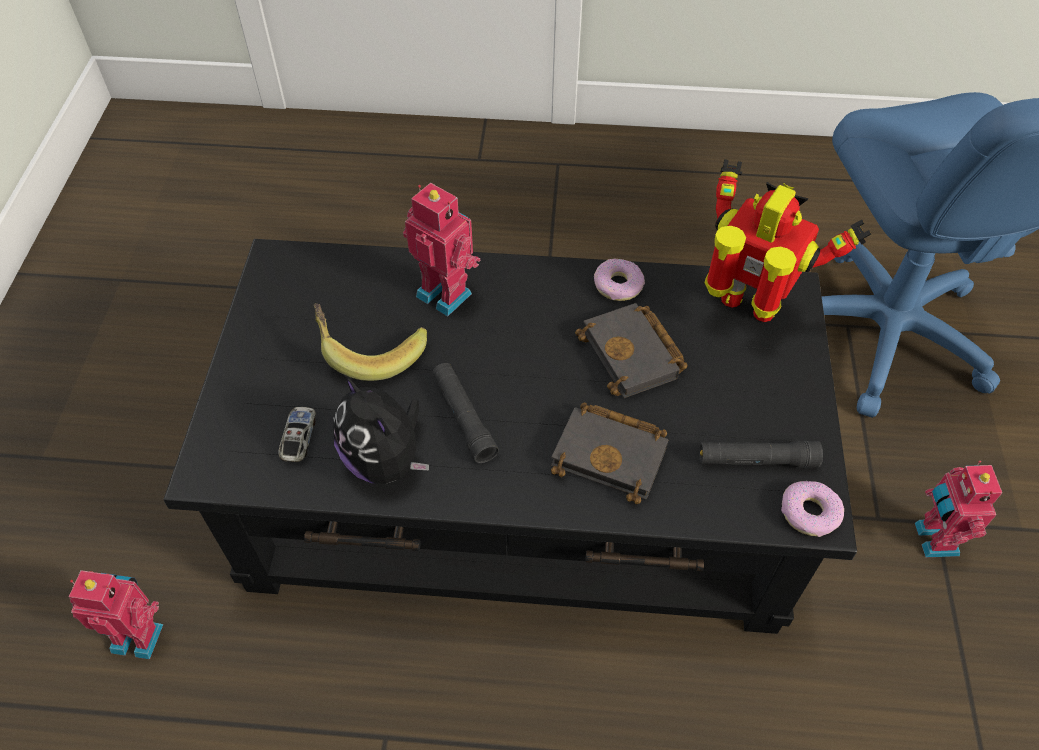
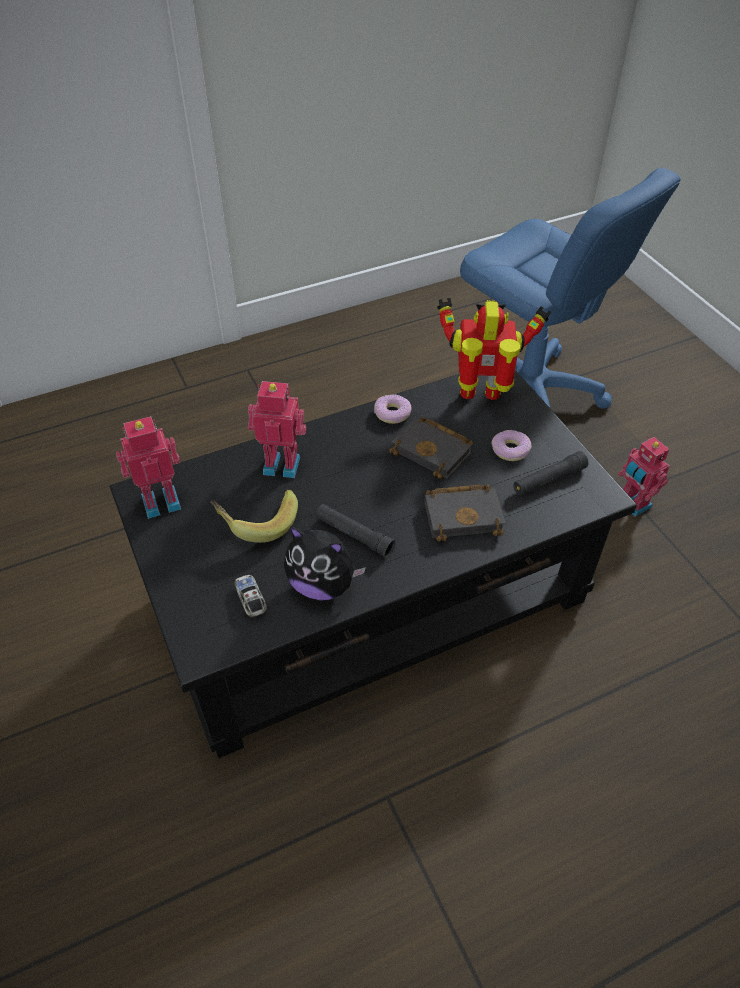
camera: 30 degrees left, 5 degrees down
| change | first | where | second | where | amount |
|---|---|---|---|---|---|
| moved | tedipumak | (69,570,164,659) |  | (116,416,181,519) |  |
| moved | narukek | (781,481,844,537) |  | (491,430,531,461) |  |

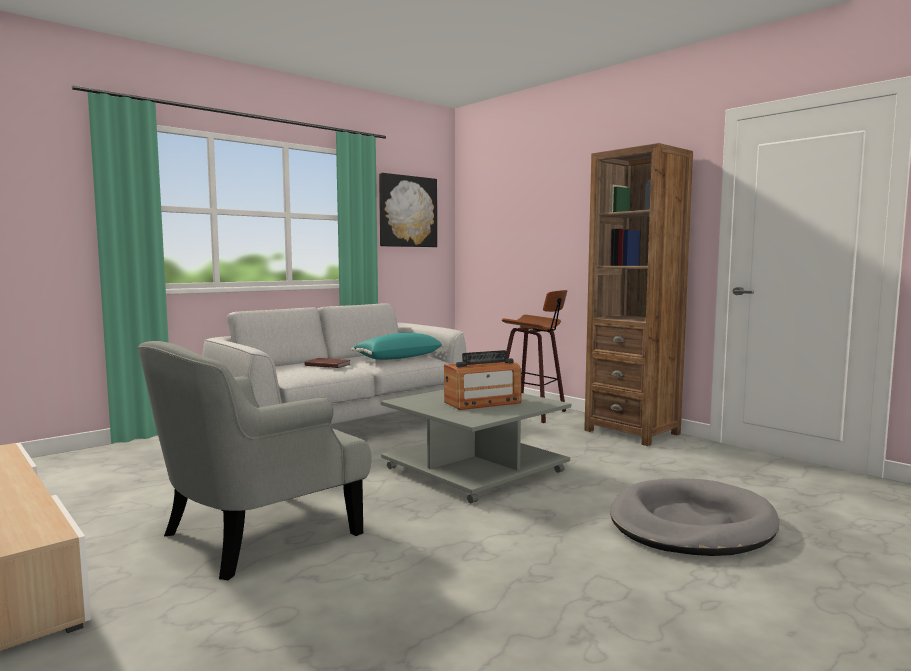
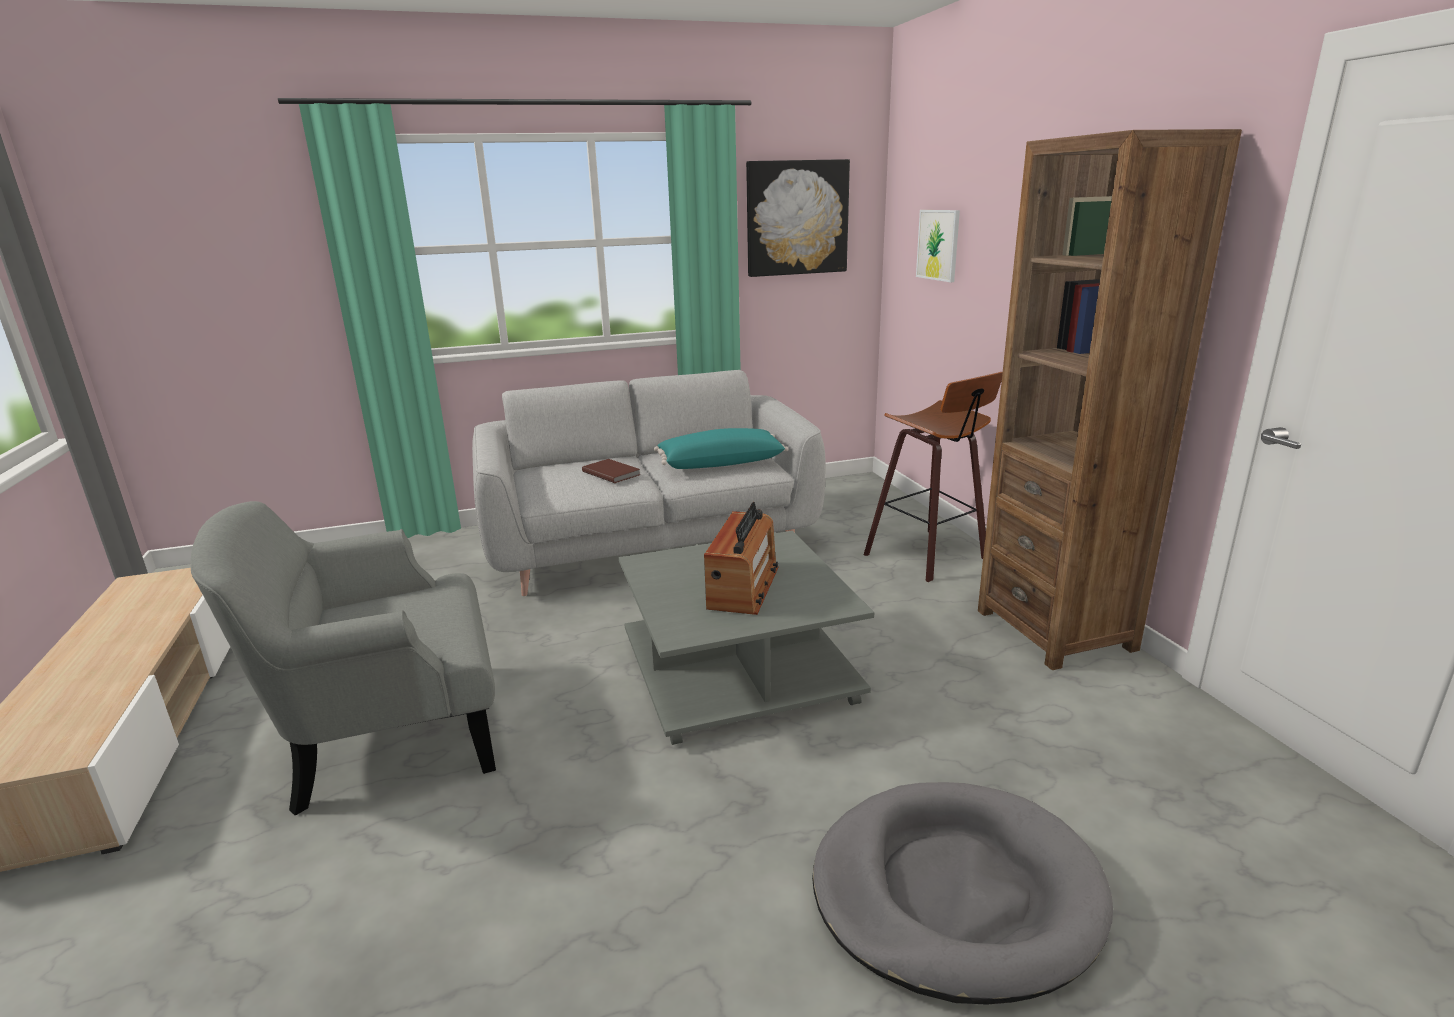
camera: 25 degrees right, 15 degrees up
| change | first | where | second | where | amount |
|---|---|---|---|---|---|
| turned | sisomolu | (444,350,522,410) |  | (704,502,779,615) | 75 degrees counterclockwise |
| added |  |  | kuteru | (916,210,960,282) |  |

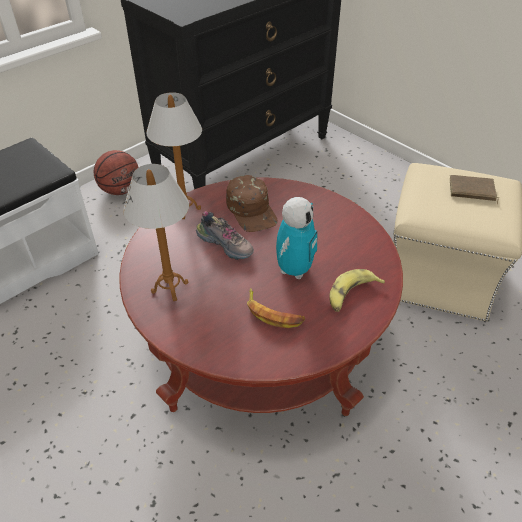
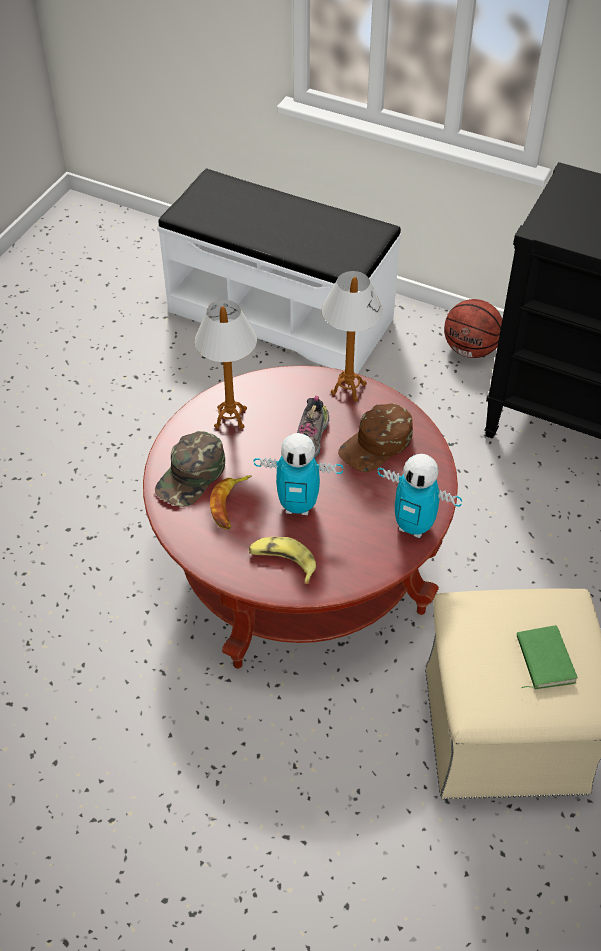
camera: 70 degrees right, 5 degrees up
| change | first | where | second | where | amount |
|---|---|---|---|---|---|
| added |  |  | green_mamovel | (155,431,225,507) |  |
| added |  |  | tedipumak | (377,454,462,538) |  |
| recoloured | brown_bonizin | (450,175,499,204) | green_bonizin | (517,625,578,689) |  |

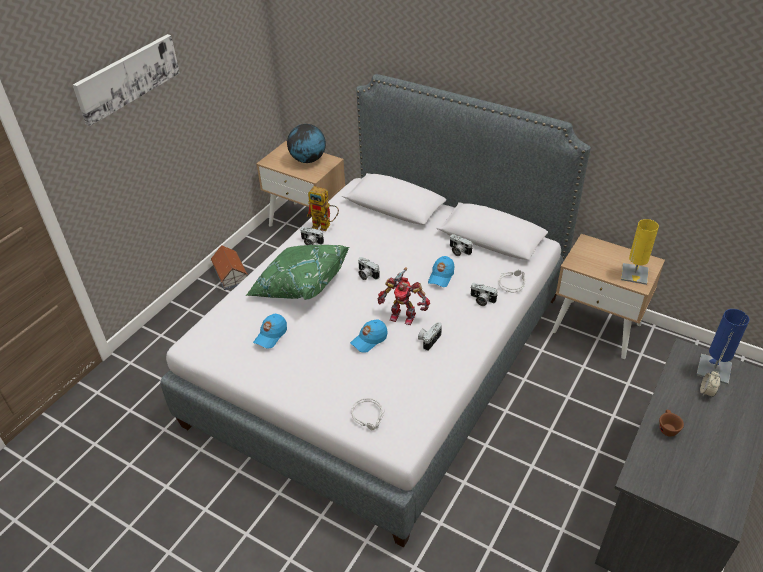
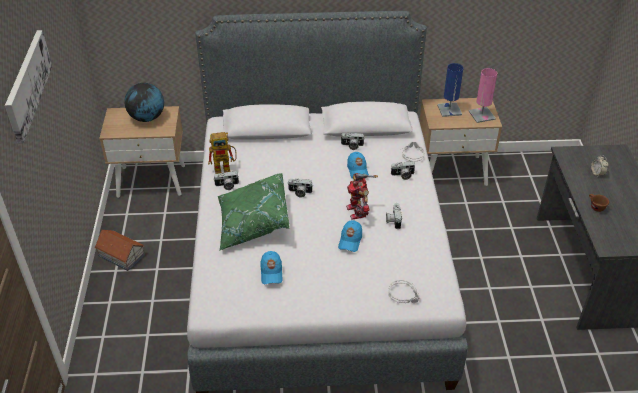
camera: 35 degrees left, 0 degrees up
| change | first | where | second | where | amount |
|---|---|---|---|---|---|
| turned | tedipumak | (378,267,430,325) |  | (346,173,378,220) | 90 degrees clockwise |
| moved | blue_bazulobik | (697,309,749,385) |  | (437,63,463,117) |  |
| recoloured | yellow_bazulobik | (621,219,659,285) | pink_bazulobik | (469,68,497,123) |  |

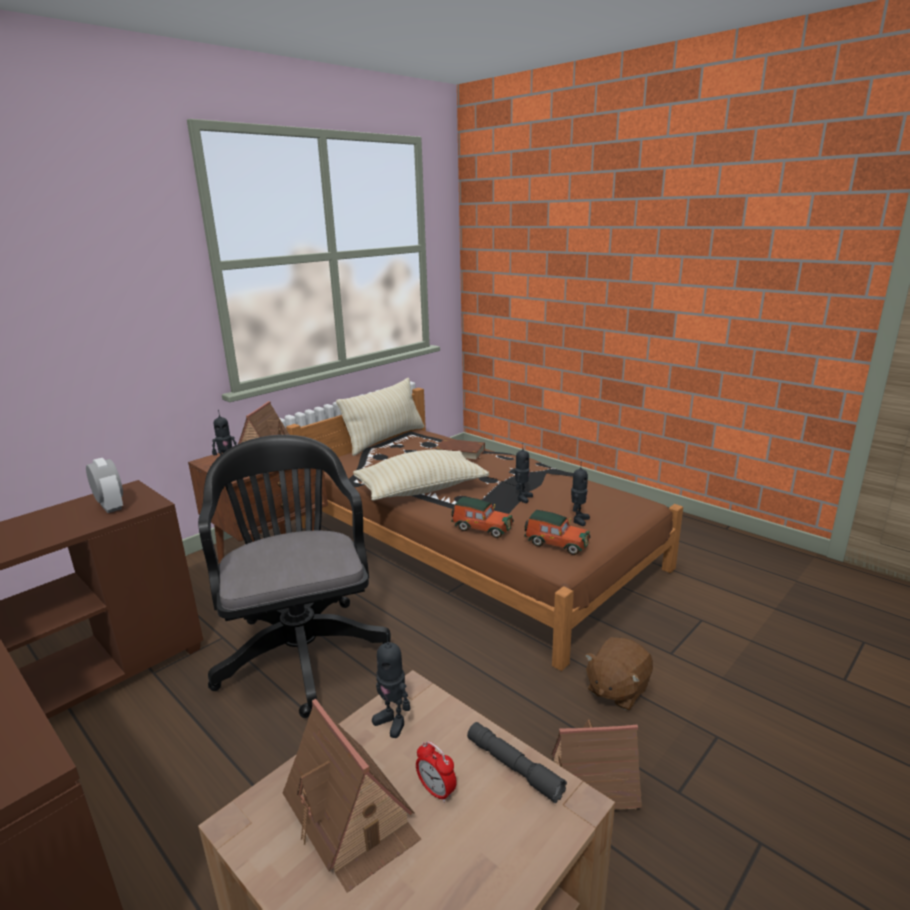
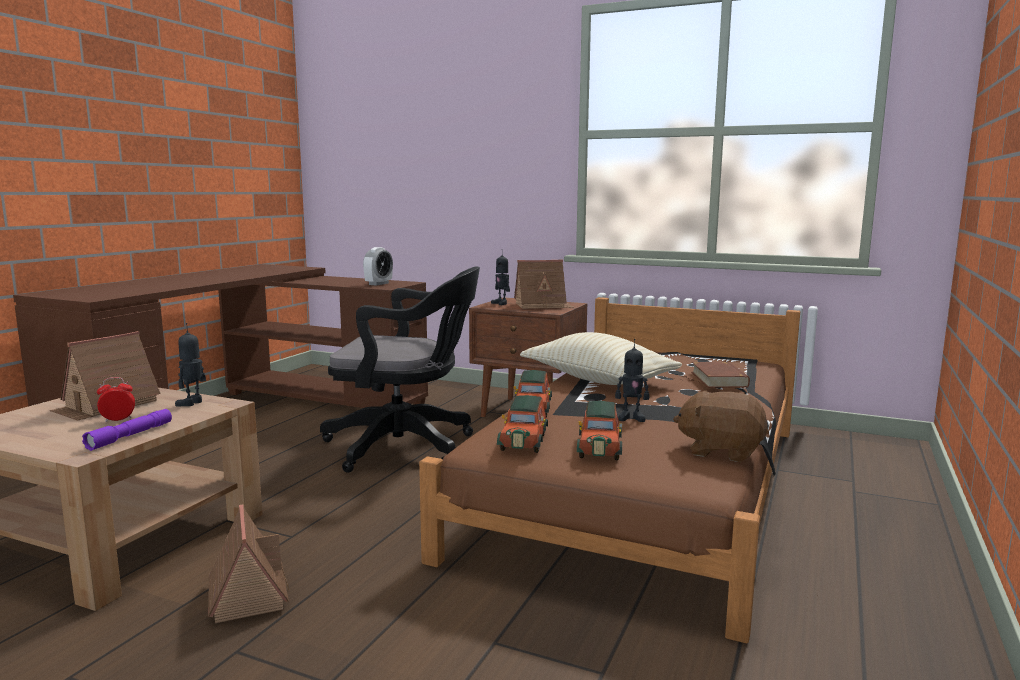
camera: 70 degrees right, 10 degrees down
| change | first | where | second | where | amount |
|---|---|---|---|---|---|
| recoloured | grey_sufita | (467,722,567,803) | purple_sufita | (82,409,172,451) |  |
| turned | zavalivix | (416,741,457,803) |  | (97,377,135,422) | 45 degrees clockwise |
| turned | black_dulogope | (198,435,391,718) |  | (320,267,480,473) | 45 degrees clockwise |
| replaced | tedipumak | (571,467,590,526) | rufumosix | (577,401,623,460) |  |
| moved | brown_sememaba | (585,637,653,710) |  | (673,390,769,462) |  |
| removed | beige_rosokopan | (336,378,424,456) |  |  |  |

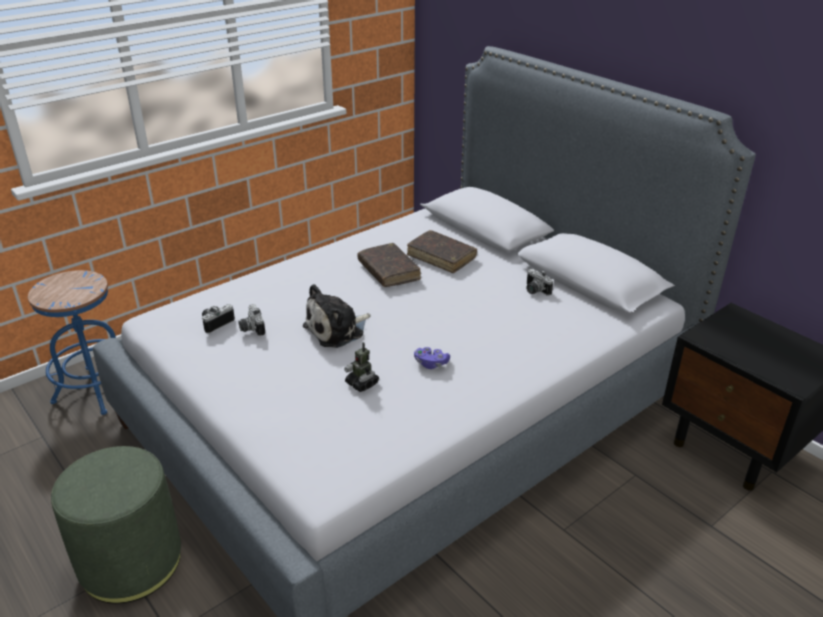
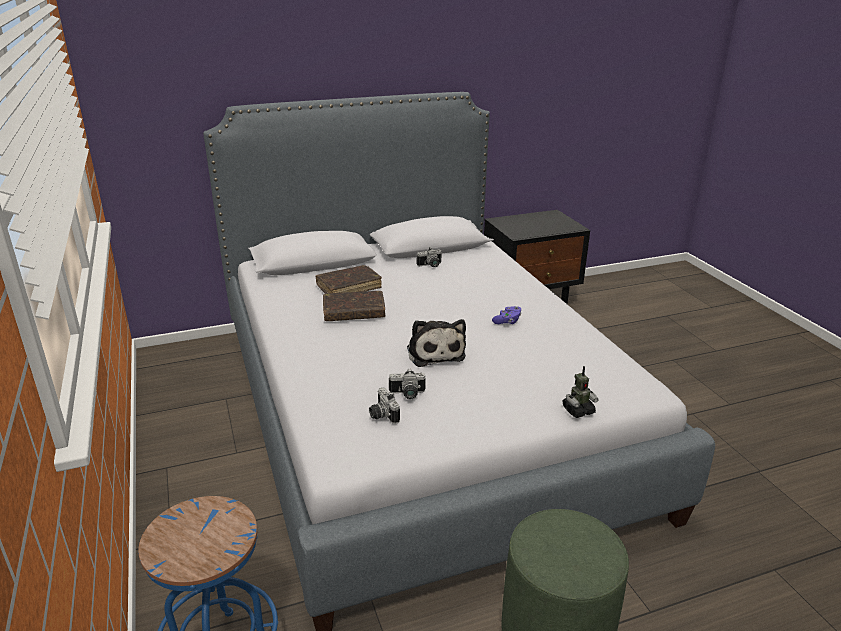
camera: 70 degrees left, 5 degrees down
| change | first | where | second | where | amount |
|---|---|---|---|---|---|
| moved | tedipumak | (344,342,379,392) |  | (563,366,599,418) |  |

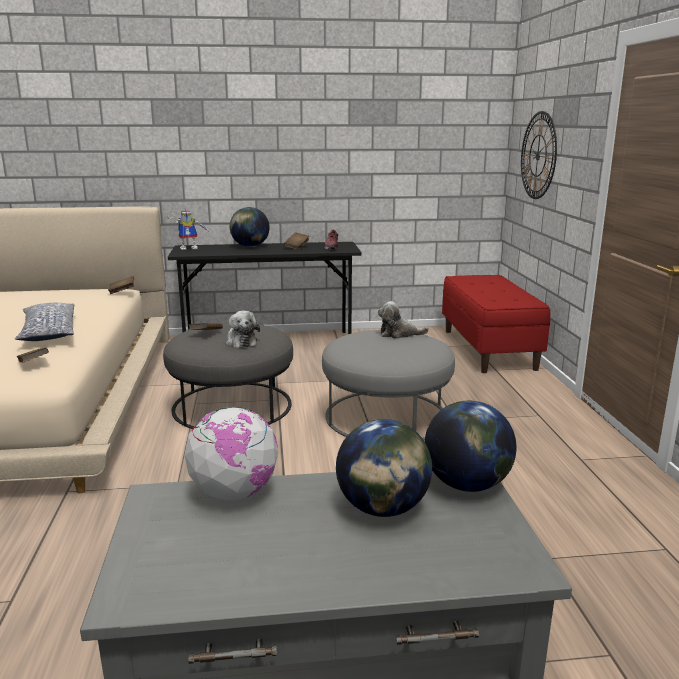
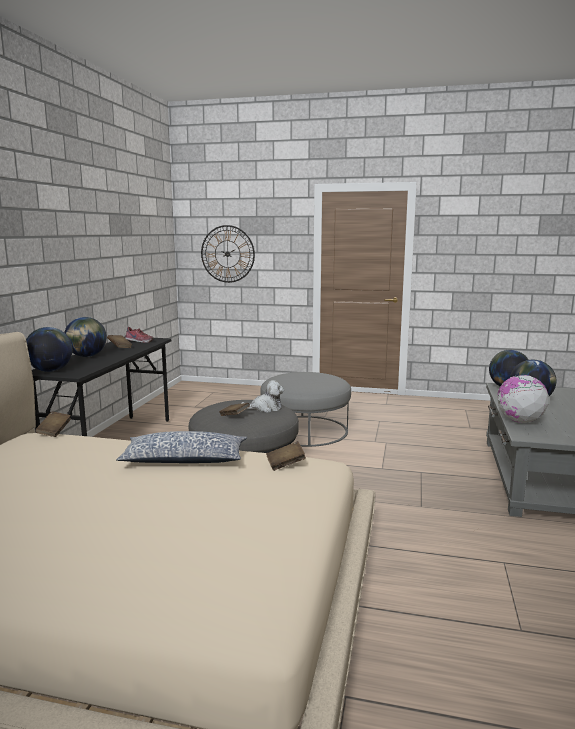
camera: 70 degrees left, 5 degrees down
| change | first | where | second | where | amount |
|---|---|---|---|---|---|
| replaced | tedipumak | (167,209,208,250) | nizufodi | (26,327,73,372) |  |
| removed | sememaba | (378,301,429,339) |  |  |  |
| removed | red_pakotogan | (442,275,550,373) |  |  |  |

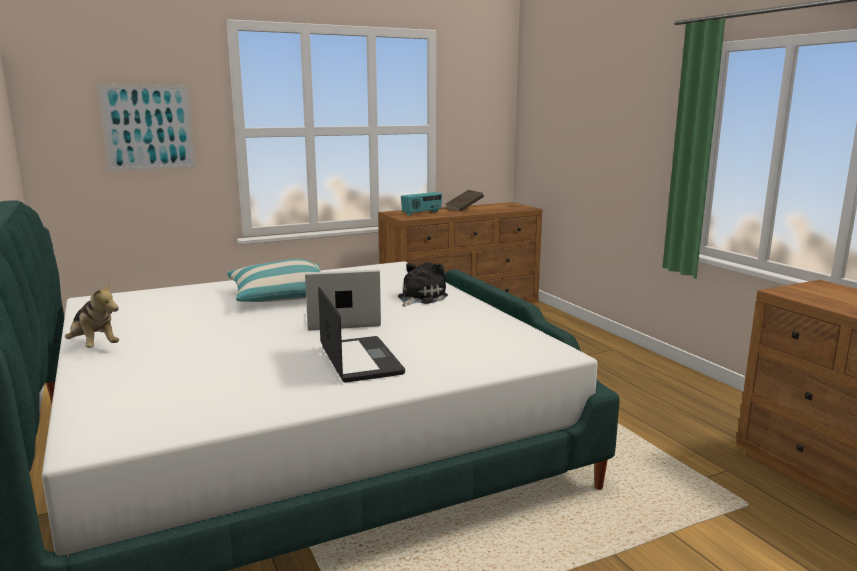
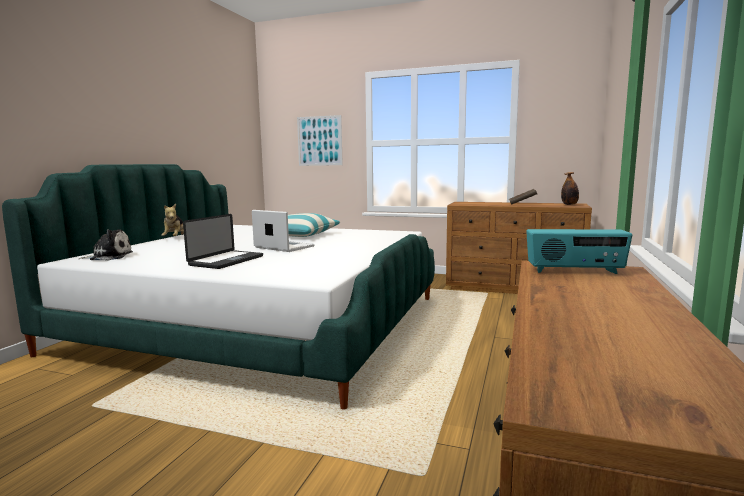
camera: 45 degrees right, 5 degrees down
| change | first | where | second | where | amount |
|---|---|---|---|---|---|
| moved | sememaba | (398,262,448,307) |  | (79,229,133,261) |  |
| moved | sisomolu | (401,192,442,216) |  | (526,229,632,274) |  |
| added |  |  | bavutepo | (561,172,579,205) |  |

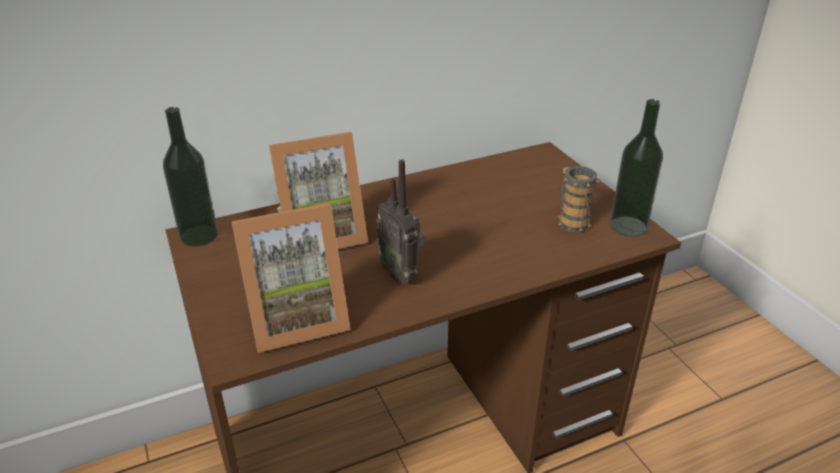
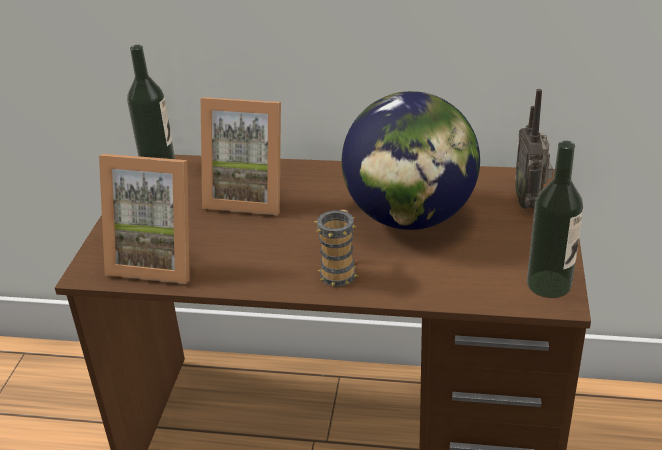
camera: 35 degrees right, 0 degrees up
| change | first | where | second | where | amount |
|---|---|---|---|---|---|
| moved | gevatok | (557,166,599,233) |  | (314,210,358,287) |  |
| added |  |  | nizufodi | (342,91,480,230) |  |
| moved | sisomolu | (376,159,424,283) |  | (515,89,553,209) |  |

